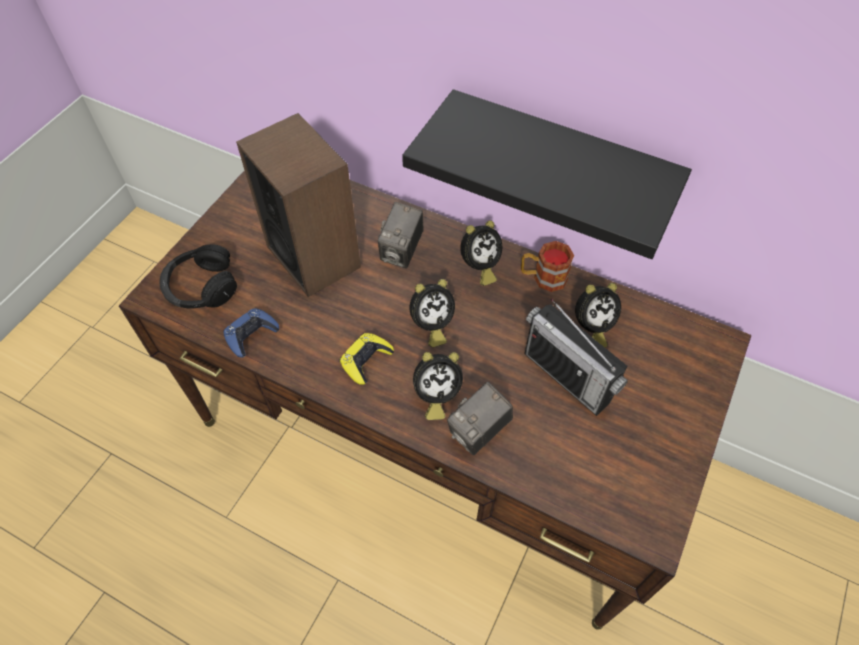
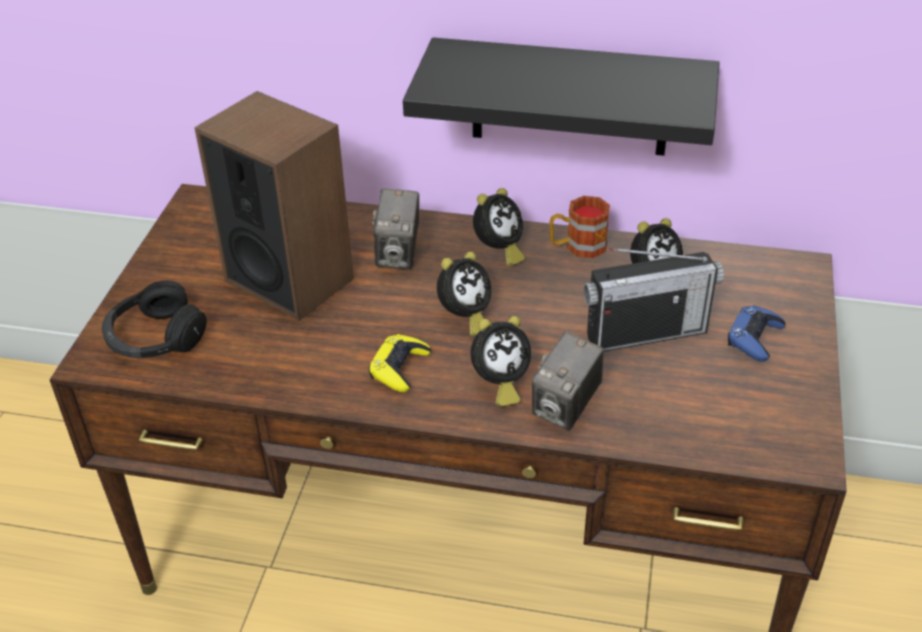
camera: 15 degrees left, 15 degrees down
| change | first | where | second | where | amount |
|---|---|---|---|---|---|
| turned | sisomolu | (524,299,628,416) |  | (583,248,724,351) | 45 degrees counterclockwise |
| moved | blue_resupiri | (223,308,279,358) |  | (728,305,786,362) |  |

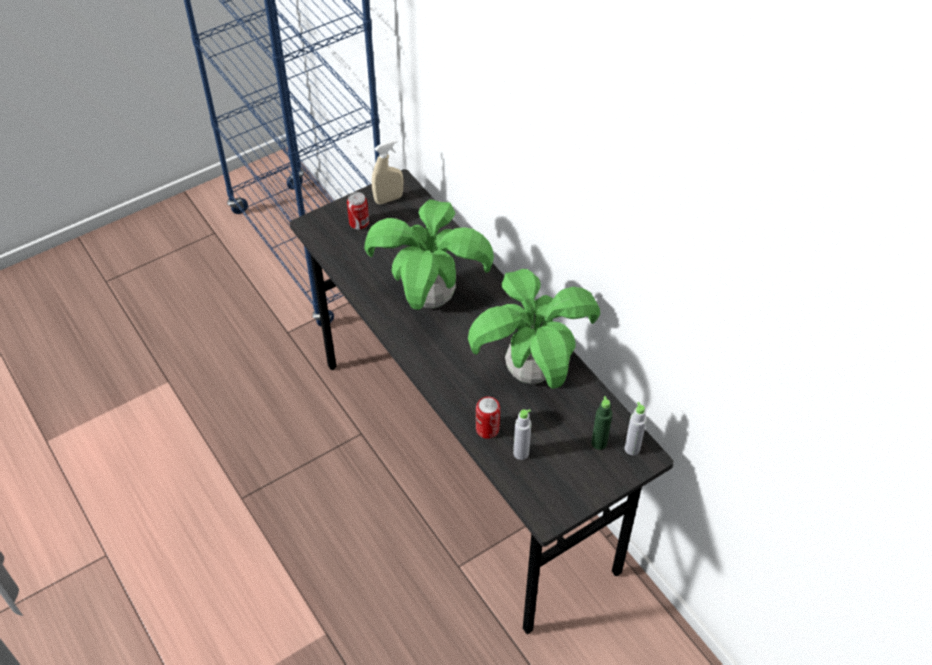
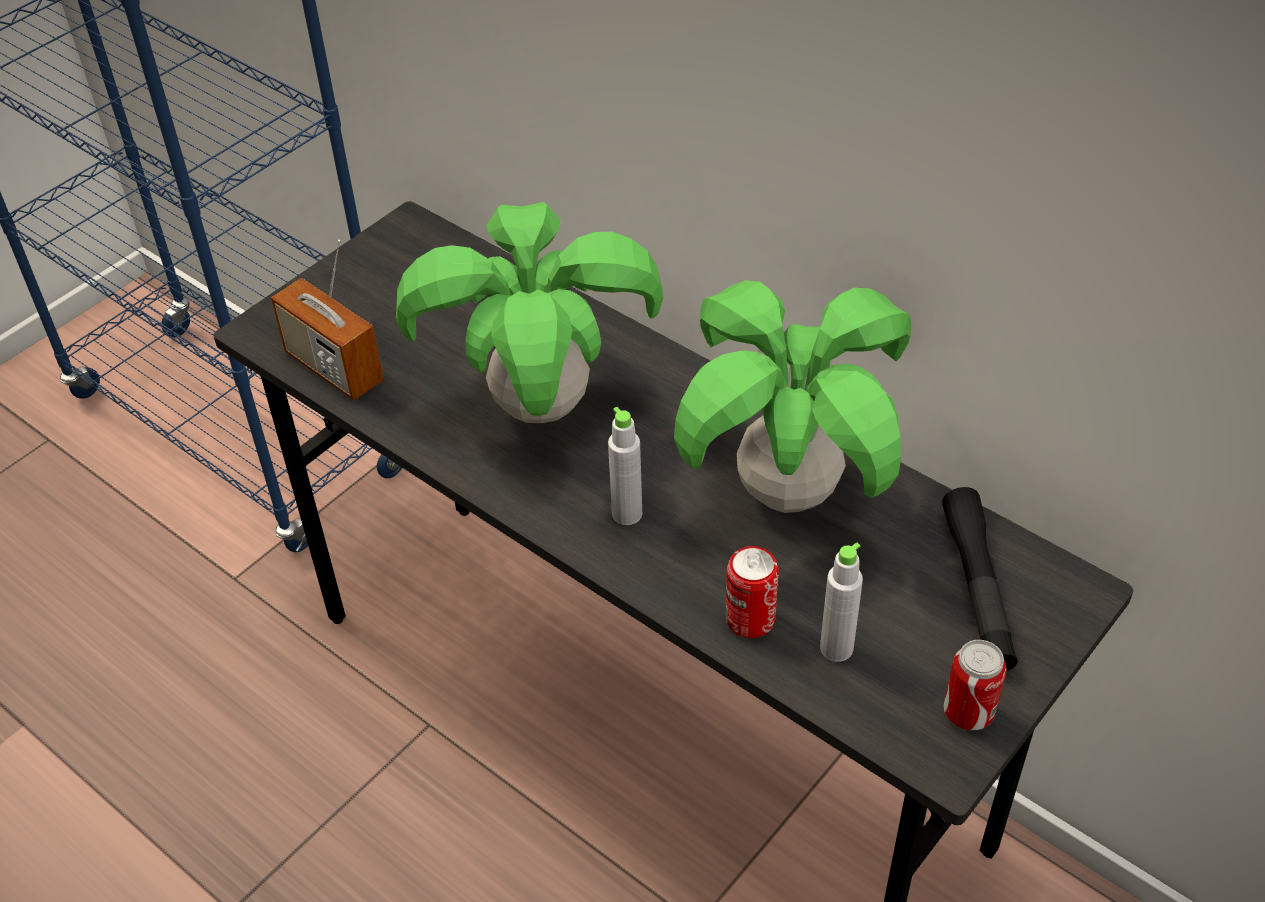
camera: 15 degrees left, 5 degrees down
| change | first | where | second | where | amount |
|---|---|---|---|---|---|
| added |  |  | sisomolu | (271,240,384,400) |  |
| moved | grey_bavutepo | (624,402,647,455) |  | (608,407,642,525) |  |
| replaced | green_bavutepo | (592,396,612,450) | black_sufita | (942,487,1018,671) |  |
| moved | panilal | (347,192,369,229) |  | (944,640,1007,730) |  |
| removed | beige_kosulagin | (372,140,404,205) |  |  |  |

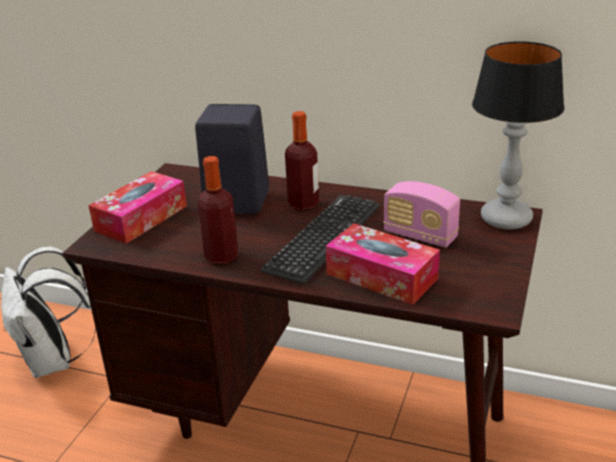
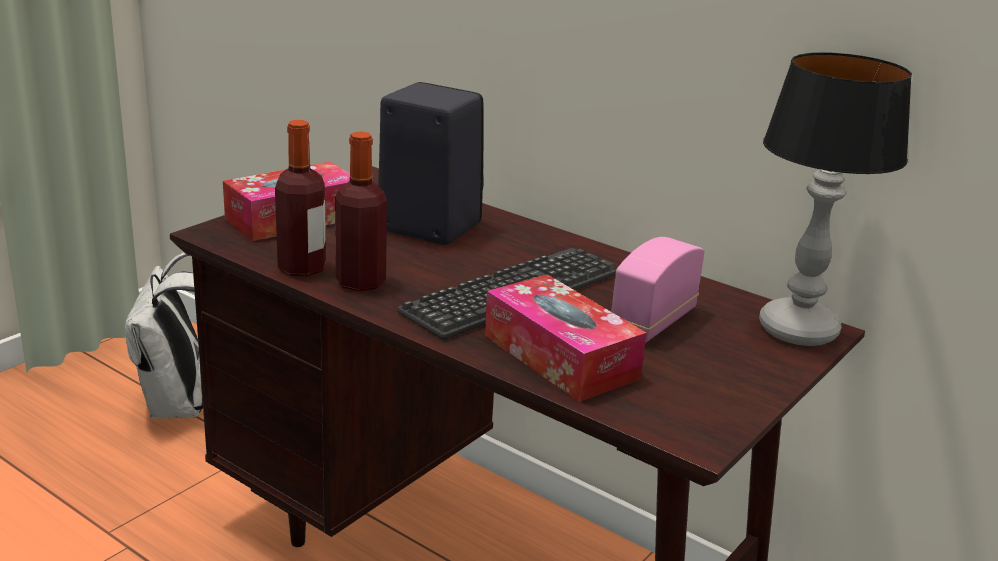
camera: 15 degrees right, 5 degrees down
| change | first | where | second | where | amount |
|---|---|---|---|---|---|
| moved | bavutepo | (285,111,319,210) |  | (275,120,326,276) |  |
| turned | sisomolu | (384,181,460,248) |  | (611,237,705,342) | 75 degrees clockwise |

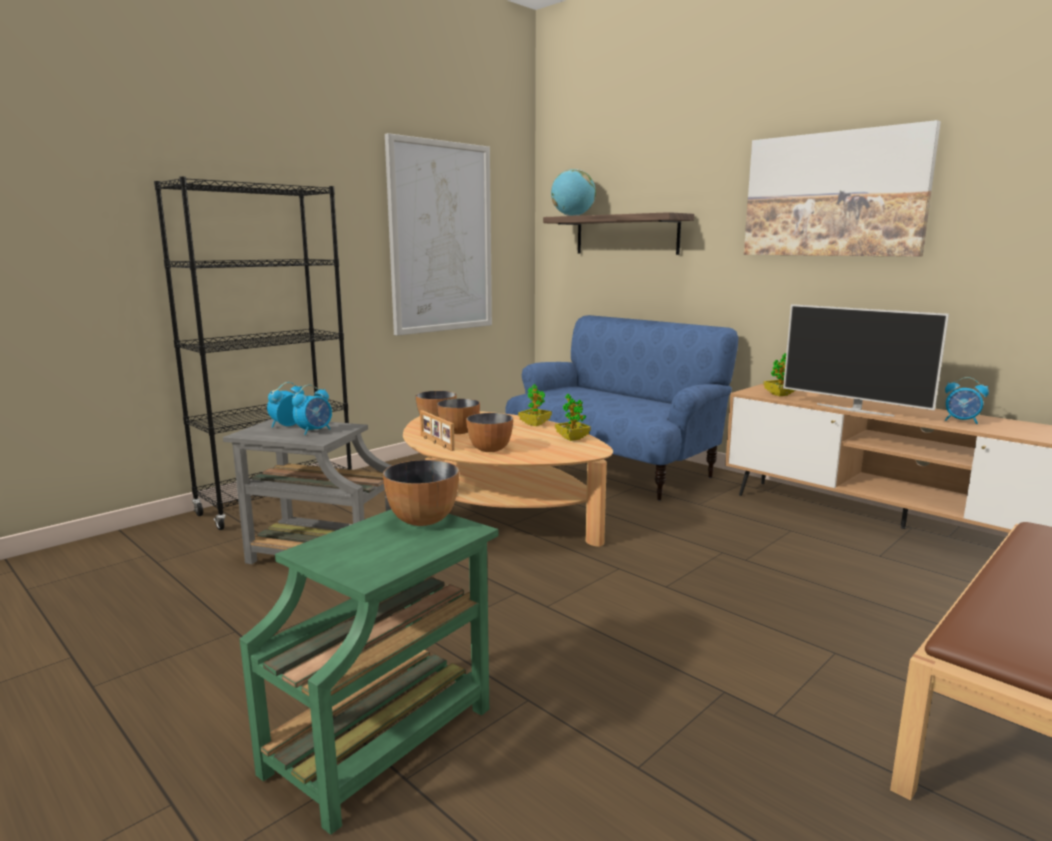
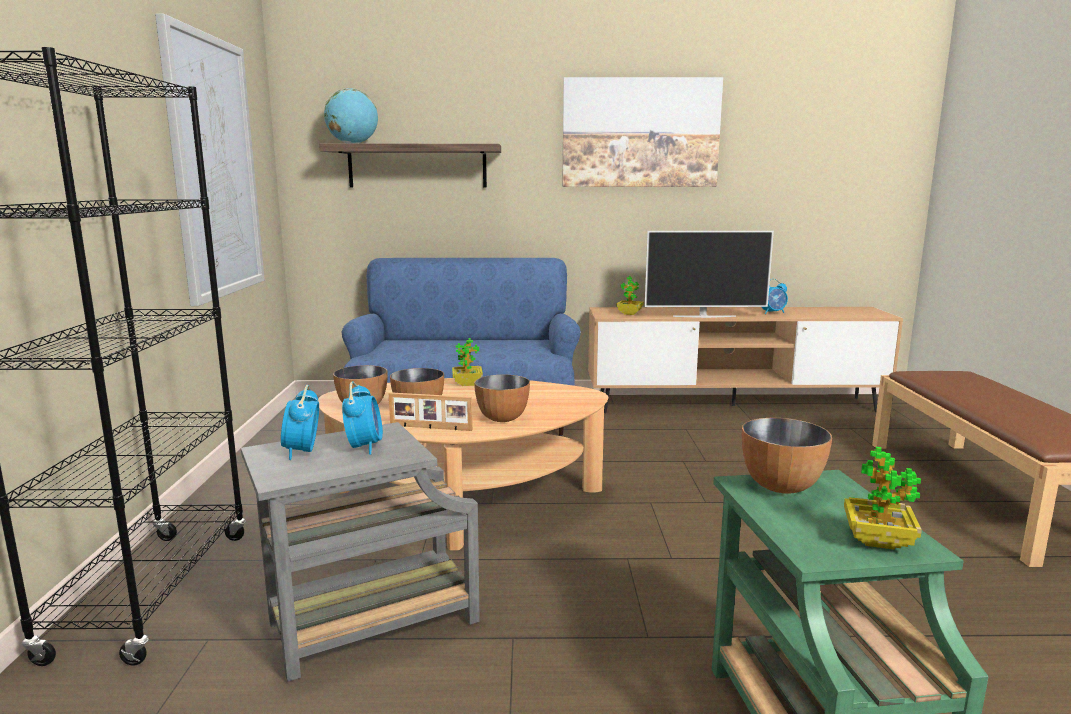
camera: 45 degrees left, 0 degrees up
| change | first | where | second | where | amount |
|---|---|---|---|---|---|
| moved | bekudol | (555,394,591,441) |  | (844,447,922,550) |  |

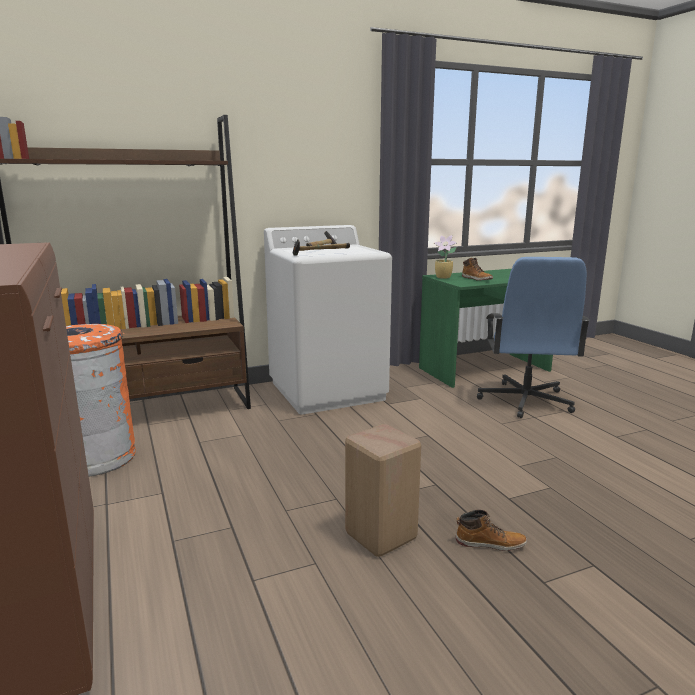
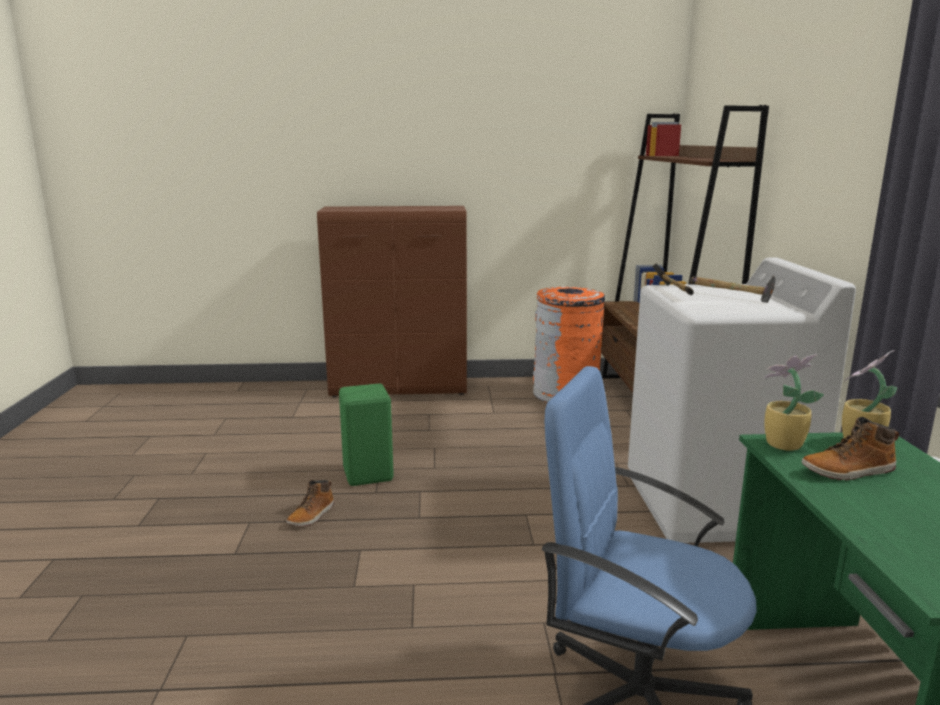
camera: 110 degrees right, 0 degrees up
| change | first | where | second | where | amount |
|---|---|---|---|---|---|
| recoloured | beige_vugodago | (345,424,421,557) | green_vugodago | (339,383,394,486) |  |
| added |  |  | bekudol | (764,354,824,451) |  |

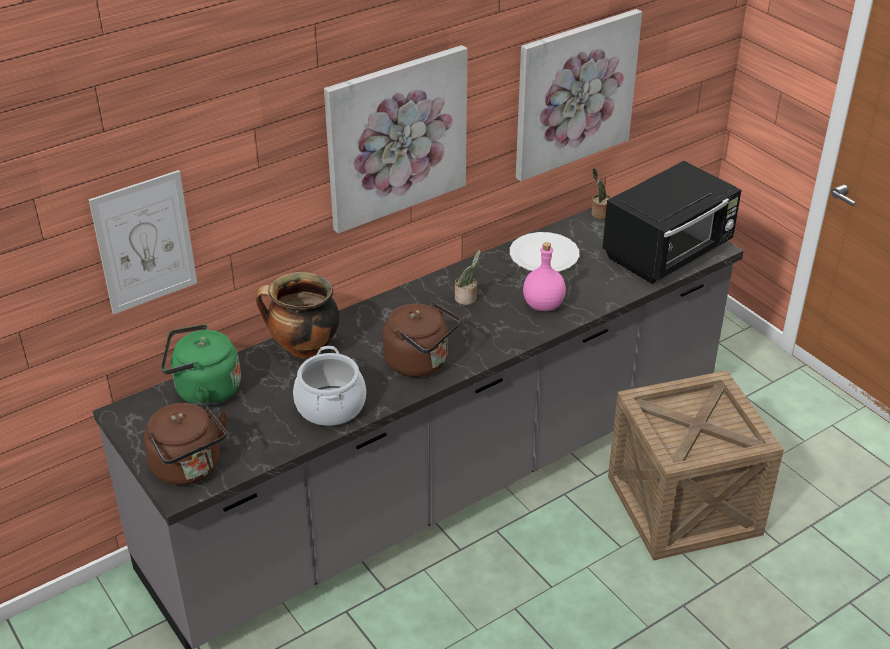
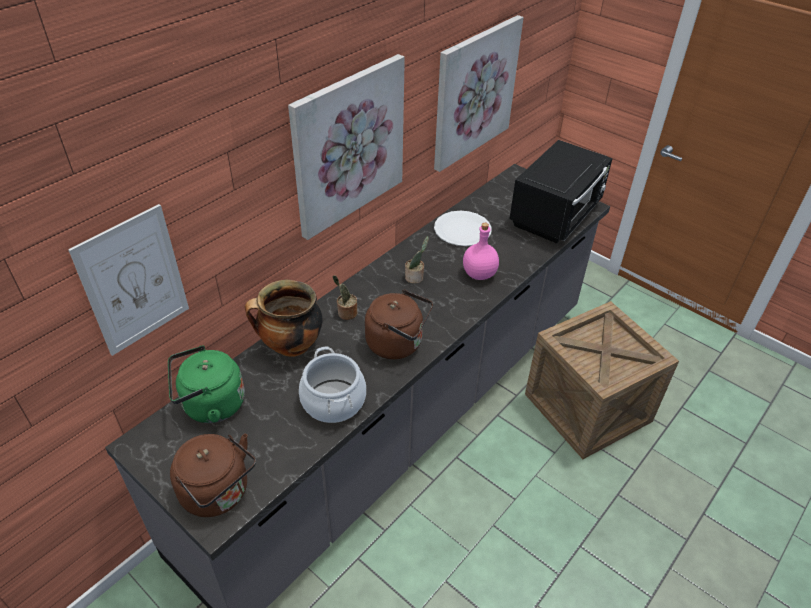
camera: 15 degrees left, 5 degrees up
| change | first | where | second | where | amount |
|---|---|---|---|---|---|
| moved | bekudol | (592,168,612,219) |  | (333,275,357,320) |  |

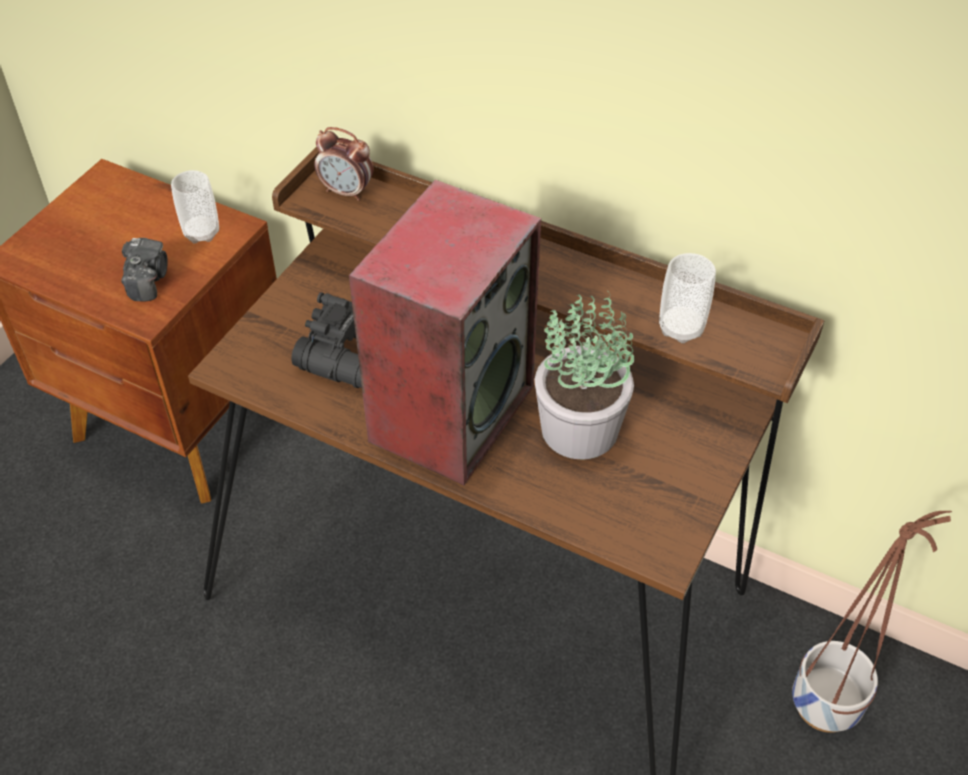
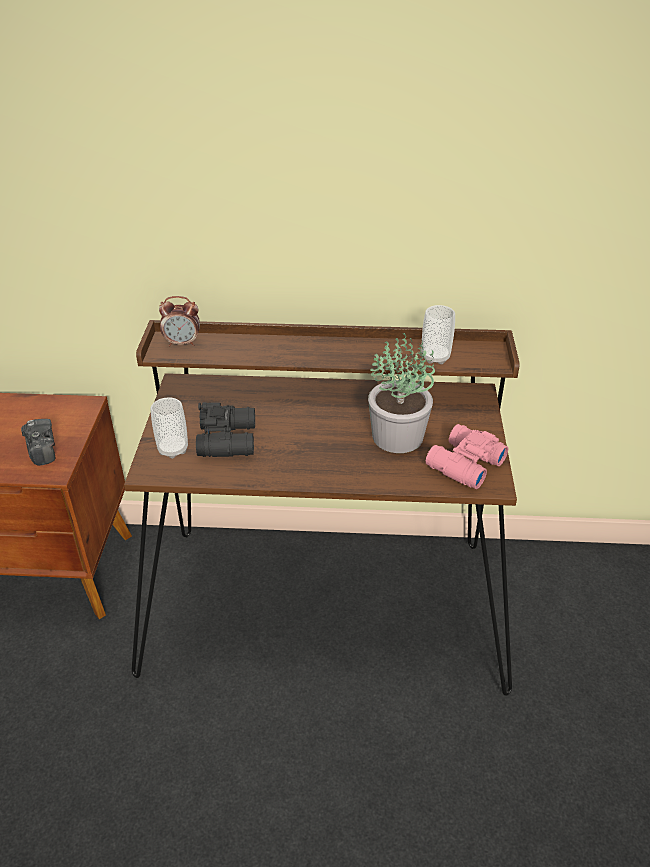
camera: 25 degrees left, 10 degrees down
| change | first | where | second | where | amount |
|---|---|---|---|---|---|
| moved | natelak | (171,170,219,244) |  | (150,397,188,458) |  |
| added |  |  | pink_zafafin | (426,424,508,489) |  |
| removed | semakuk | (349,180,541,485) |  |  |  |
| removed | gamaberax | (792,511,952,733) |  |  |  |

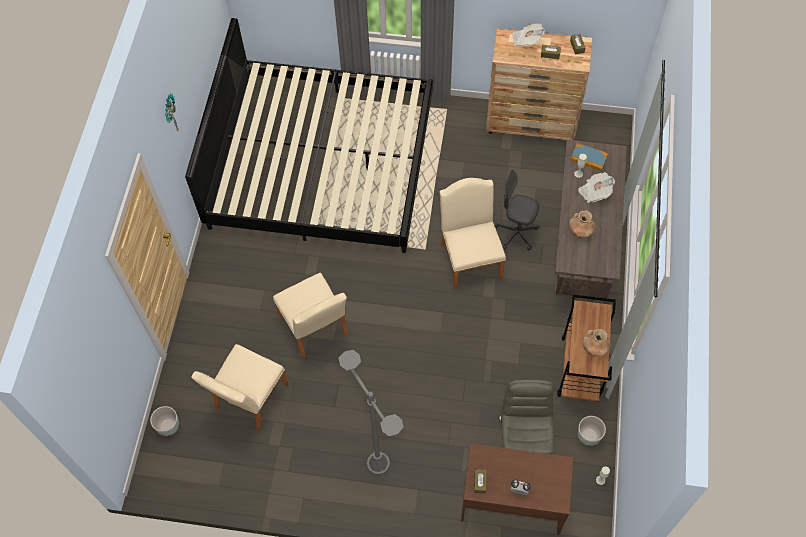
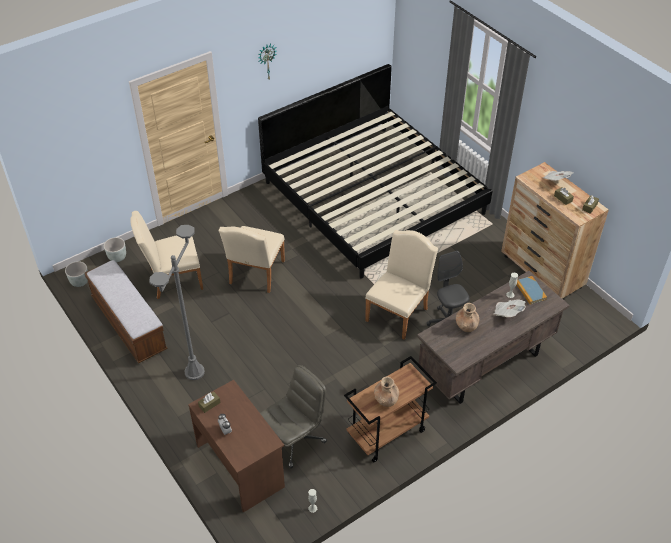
camera: 45 degrees right, 15 degrees down
| change | first | where | second | where | amount |
|---|---|---|---|---|---|
| moved | grey_gamaberax | (578,416,606,446) |  | (65,261,88,287) |  |
| added |  |  | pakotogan | (85,260,168,364) |  |

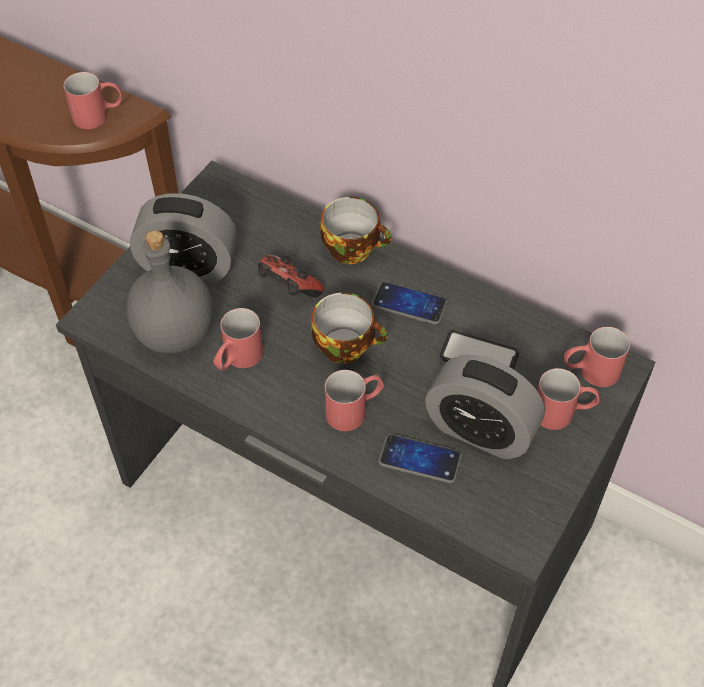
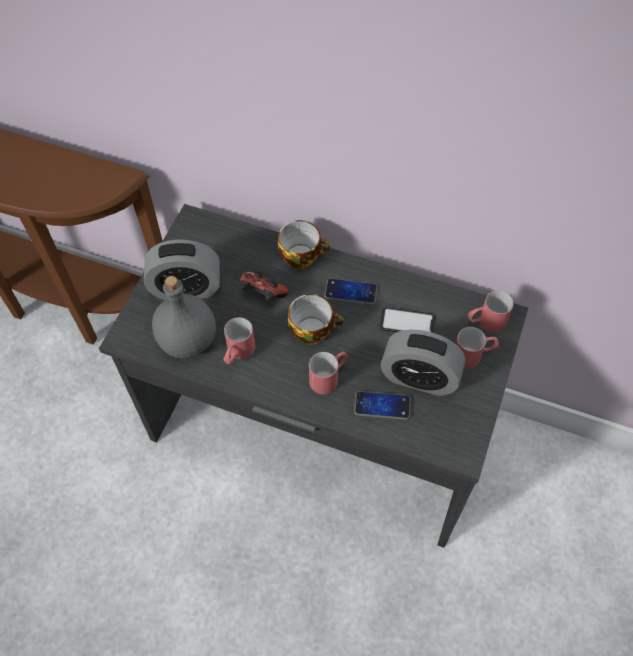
camera: 10 degrees left, 5 degrees up
| change | first | where | second | where | amount |
|---|---|---|---|---|---|
| removed | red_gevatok | (64,72,122,129) |  |  |  |

